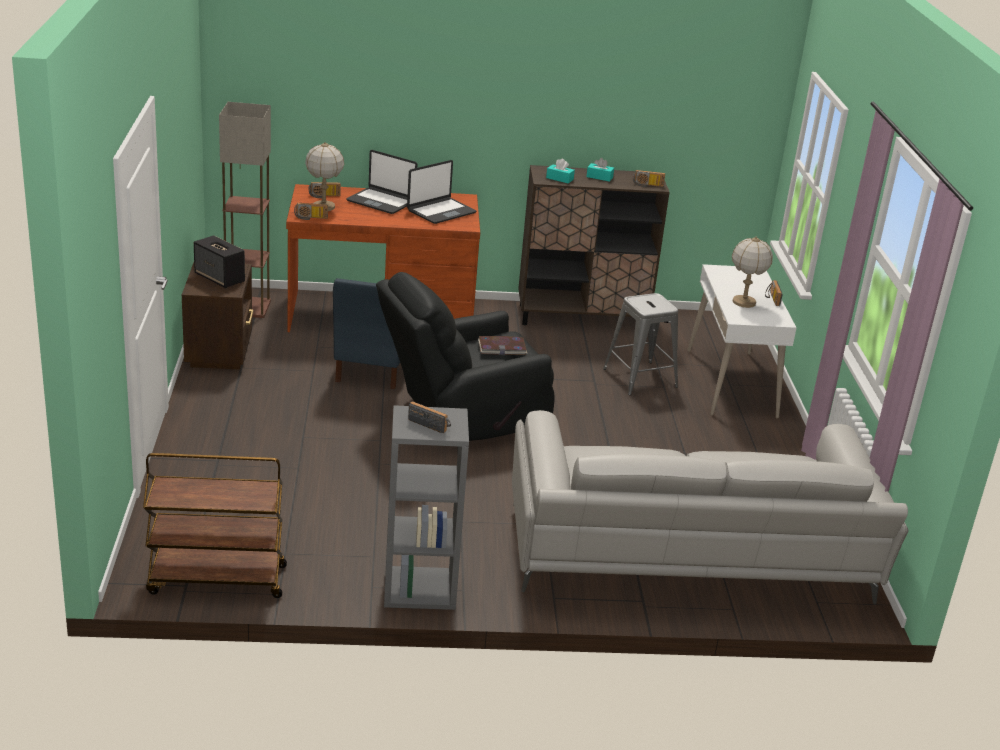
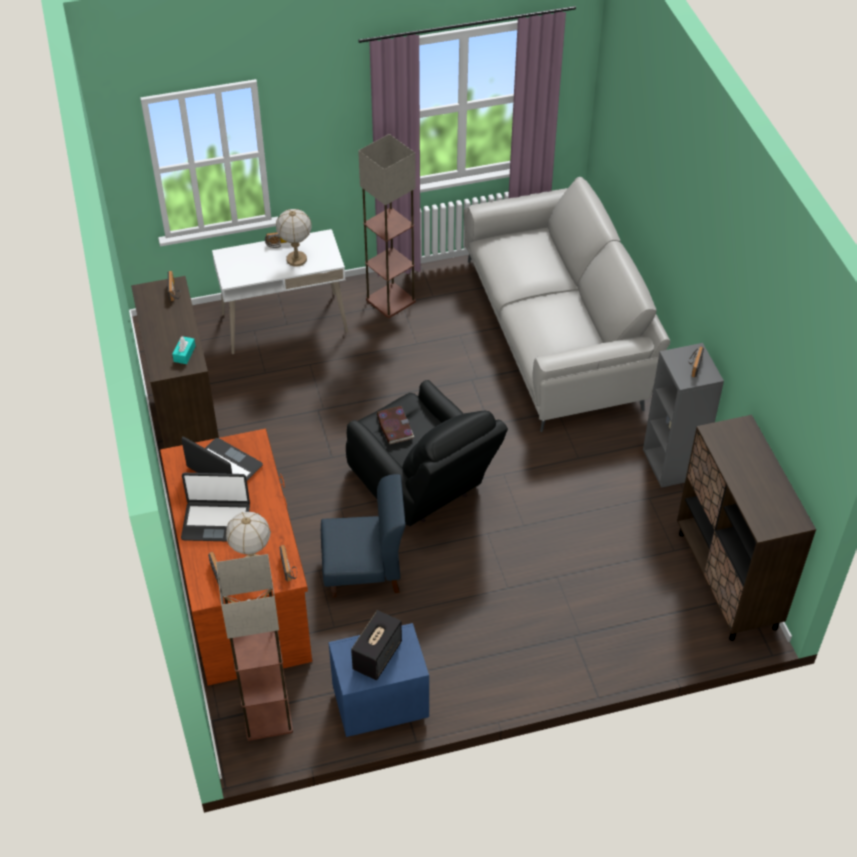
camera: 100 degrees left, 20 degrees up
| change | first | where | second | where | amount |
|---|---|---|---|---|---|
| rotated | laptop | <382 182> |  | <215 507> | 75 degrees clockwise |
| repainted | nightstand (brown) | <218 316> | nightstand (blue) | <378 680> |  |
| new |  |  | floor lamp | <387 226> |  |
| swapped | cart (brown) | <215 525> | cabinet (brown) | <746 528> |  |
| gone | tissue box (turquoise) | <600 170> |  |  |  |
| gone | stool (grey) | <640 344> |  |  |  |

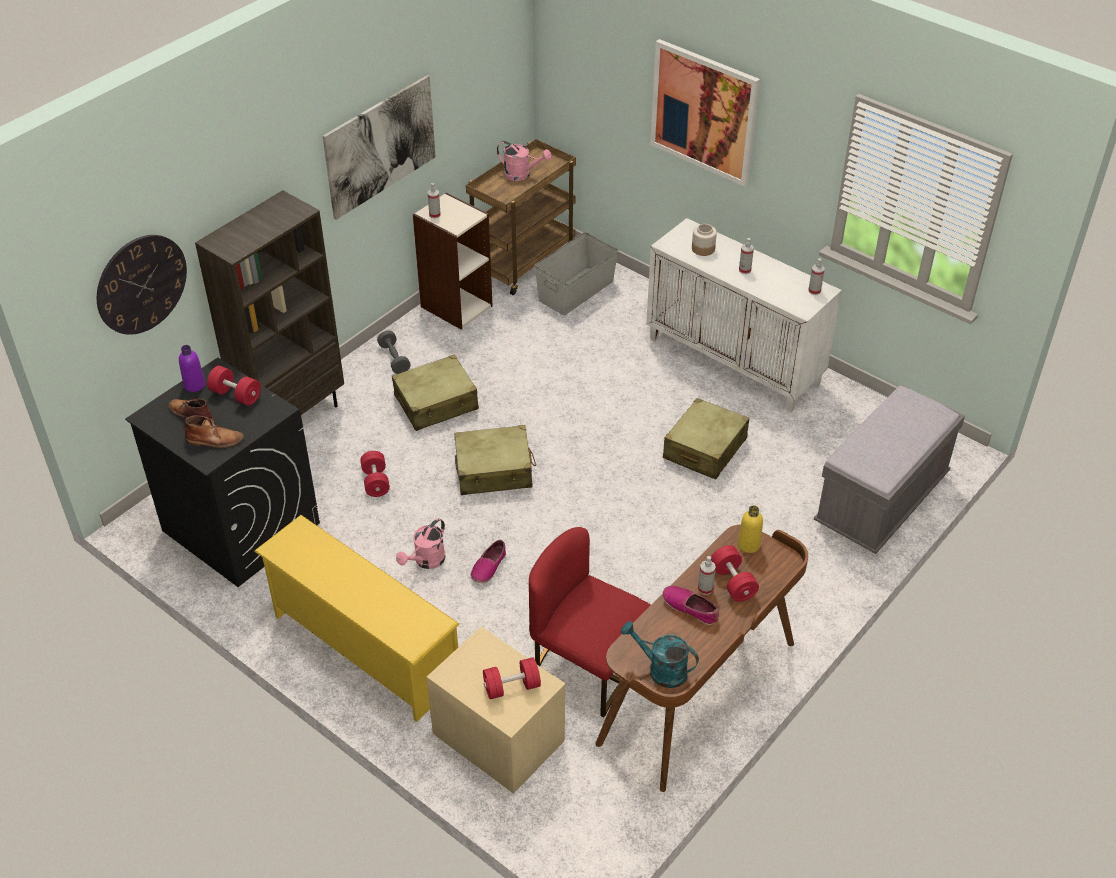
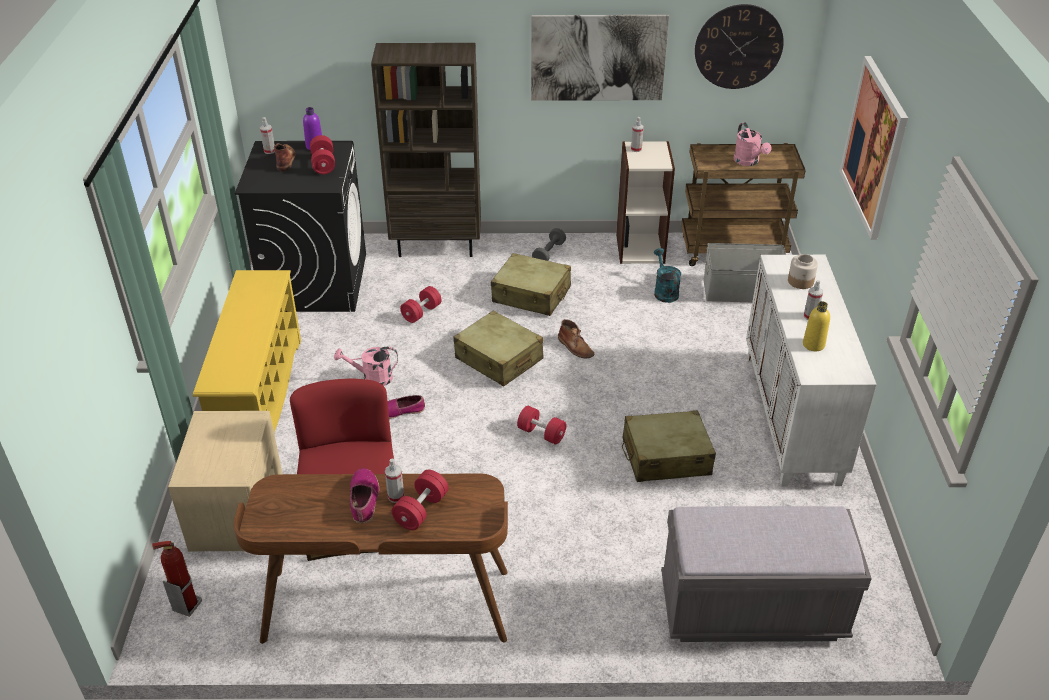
camera: 50 degrees right, 5 degrees down
| change | first | where | second | where | amount |
|---|---|---|---|---|---|
| new |  |  | fire extinguisher | <177 579> |  |
| shifted | spray bottle | <817 276> |  | <267 135> |  |
| shifted | dumbbell (red) | <512 678> |  | <542 425> |  |
| shifted | boot (brown) | <214 431> |  | <576 338> |  |
| shifted | watering can (turquoise) | <660 654> |  | <667 275> |  |
| shifted | wall clock | <142 285> |  | <739 46> |  |
| shifted | bottle (yellow) | <750 529> |  | <816 326> |  |

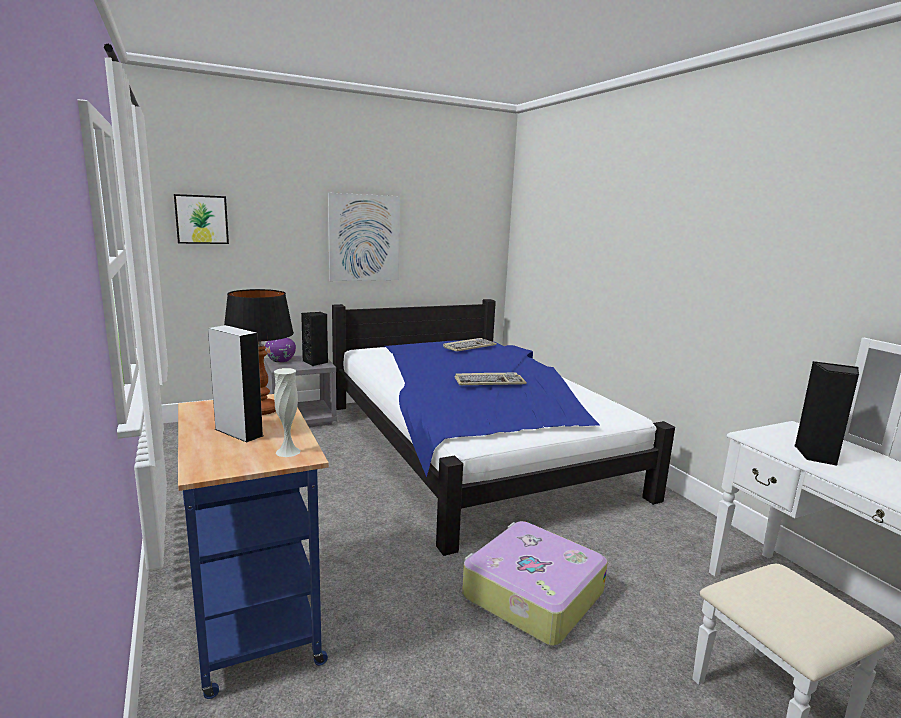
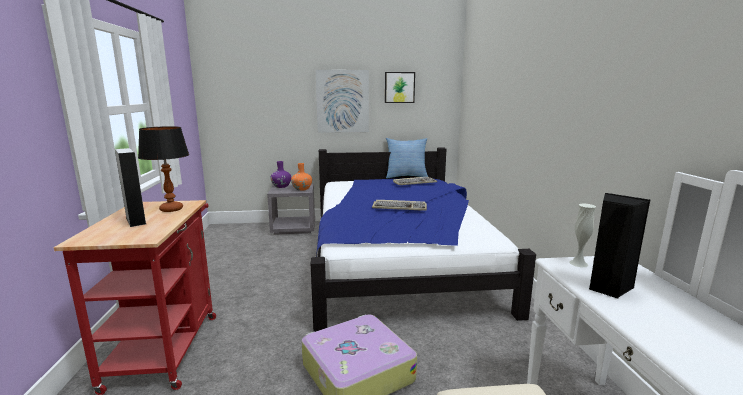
camera: 20 degrees right, 0 degrees up
| change | first | where | second | where | amount |
|---|---|---|---|---|---|
| repainted | cart (blue) | <253 546> | cart (red) | <134 297> |  |
| swapped | speaker (black) | <314 339> | vase (orange) | <301 177> |  |
| shifted | picture | <201 219> |  | <400 87> |  |
| new |  |  | pillow | <407 158> |  |
| shifted | vase (white) | <287 412> |  | <582 235> |  |

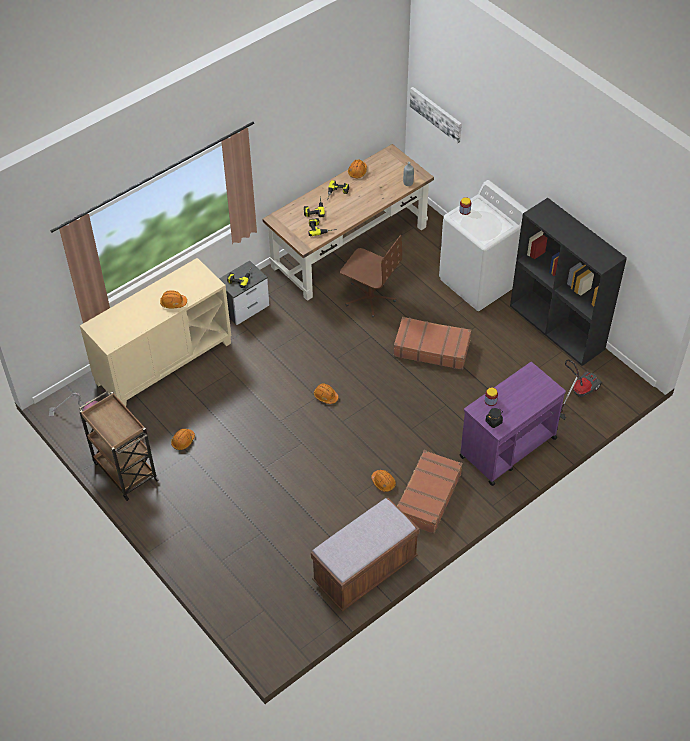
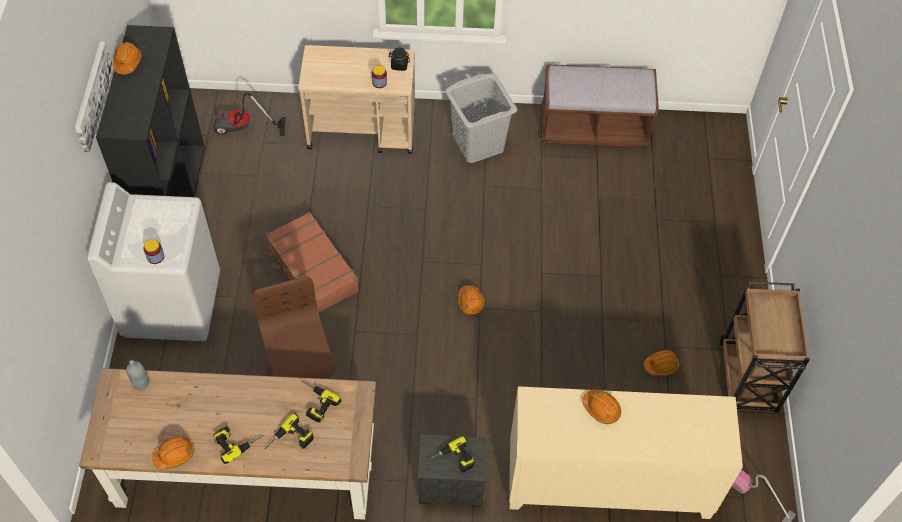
camera: 140 degrees left, 5 degrees up
| change | first | where | second | where | amount |
|---|---|---|---|---|---|
| shifted | picture | <436 115> |  | <94 97> |  |
| shifted | hard hat (orange) | <383 481> |  | <127 58> |  |
| repainted | cart (purple) | <513 424> | cart (beige) | <356 99> |  |
| swapped | suitcase (brown) | <430 492> | laundry basket (grey) | <481 118> |  |

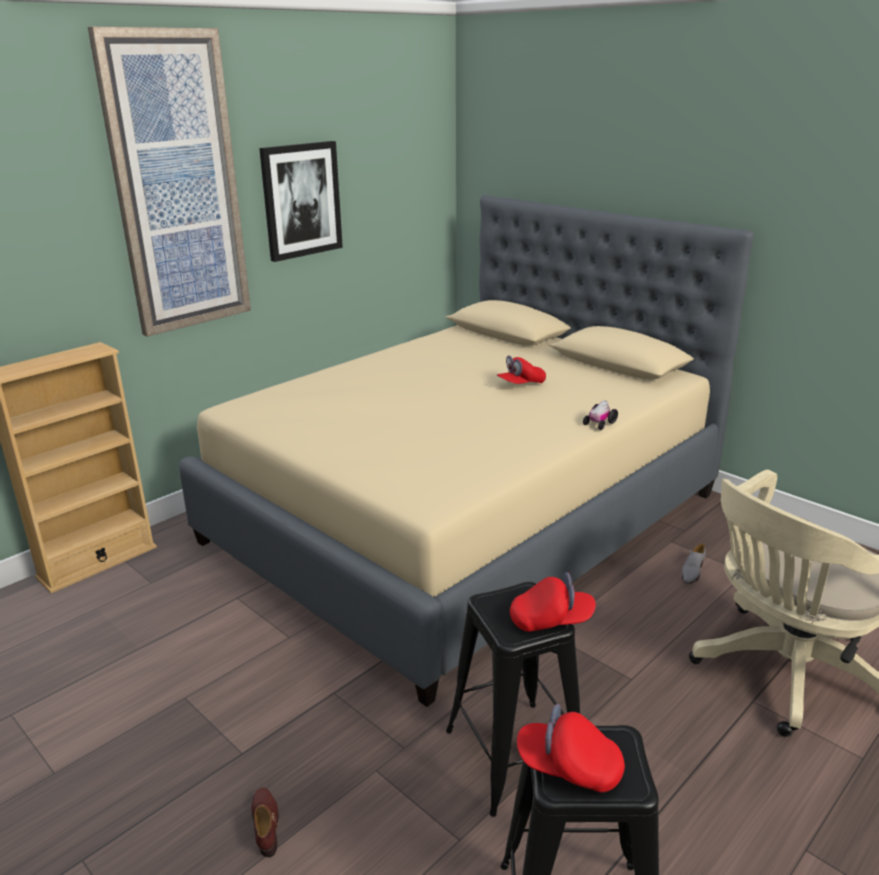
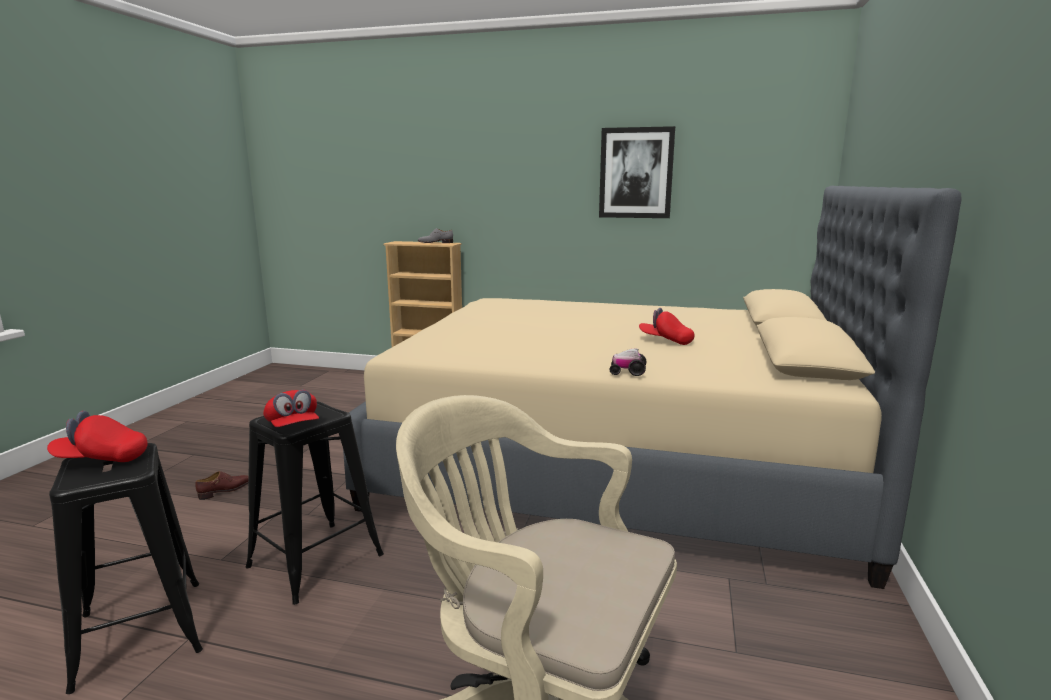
camera: 60 degrees right, 10 degrees down
| change | first | where | second | where | amount |
|---|---|---|---|---|---|
| rotated | cap (red) | <571 748> |  | <97 436> | 90 degrees counterclockwise |
| shifted | shoe (grey) | <693 563> |  | <435 235> |  |
| gone | picture | <169 181> |  |  |  |

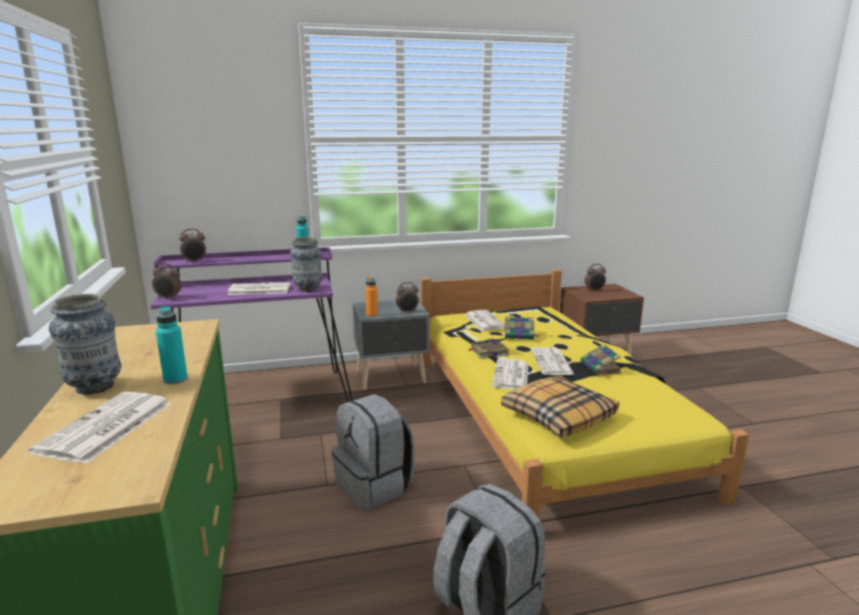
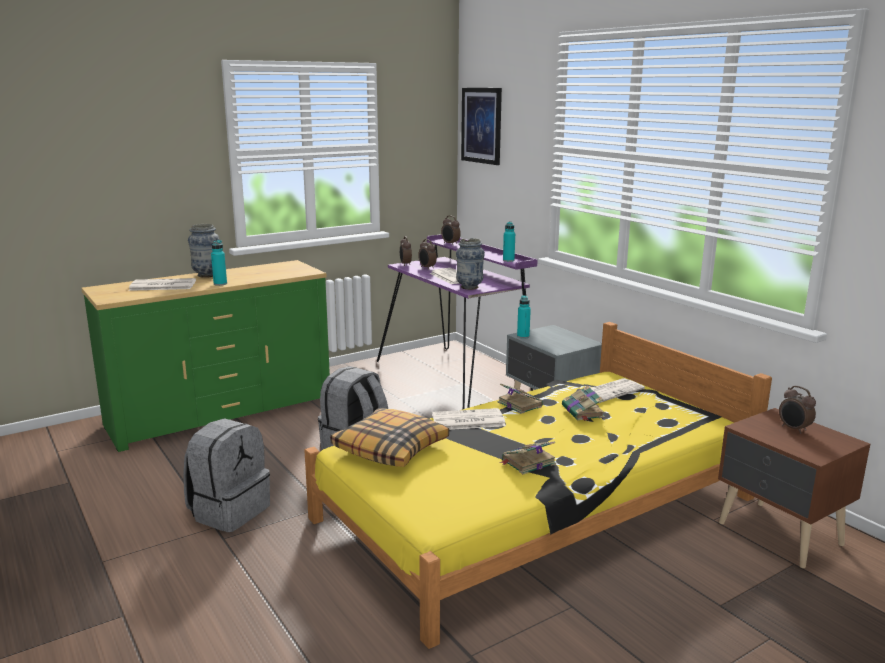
camera: 70 degrees right, 0 degrees up
| change | first | where | second | where | amount |
|---|---|---|---|---|---|
| shifted | alarm clock | <407 298> |  | <427 254> |  |
| new |  |  | picture | <481 126> |  |
| repainted | bottle (orange) | <371 297> | bottle (turquoise) | <524 317> |  |
| gone | newspaper | <552 361> |  |  |  |

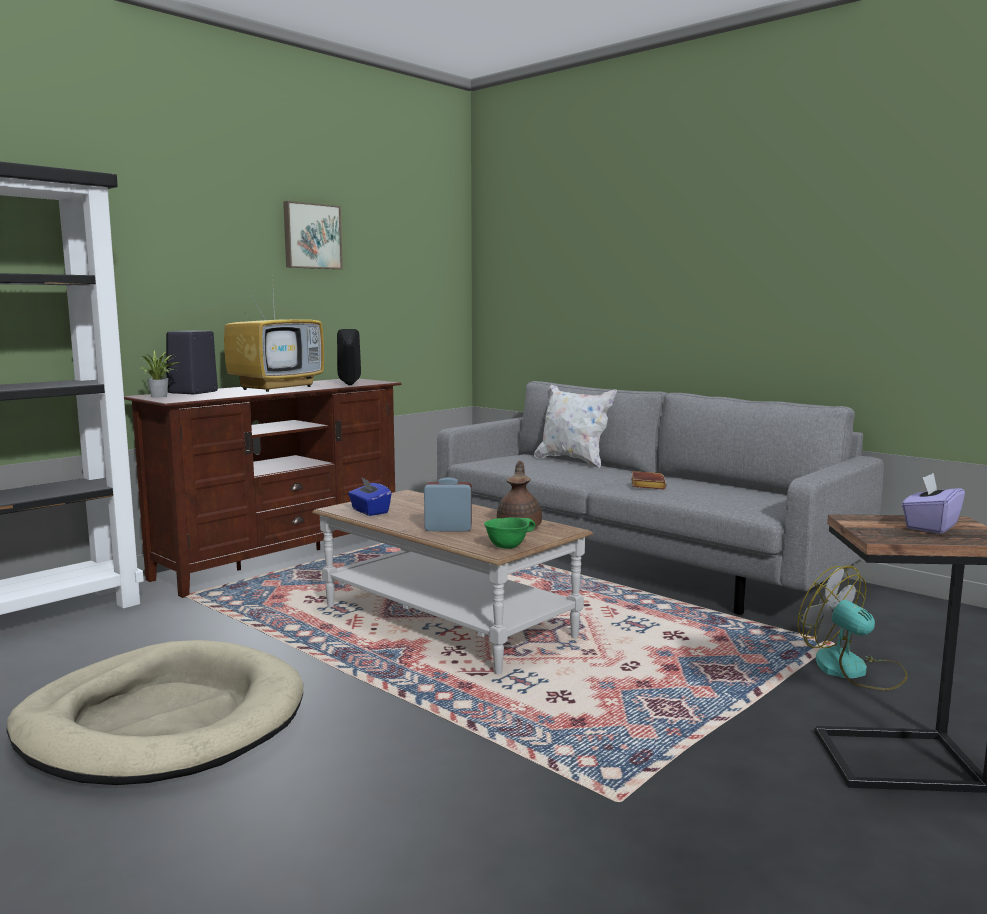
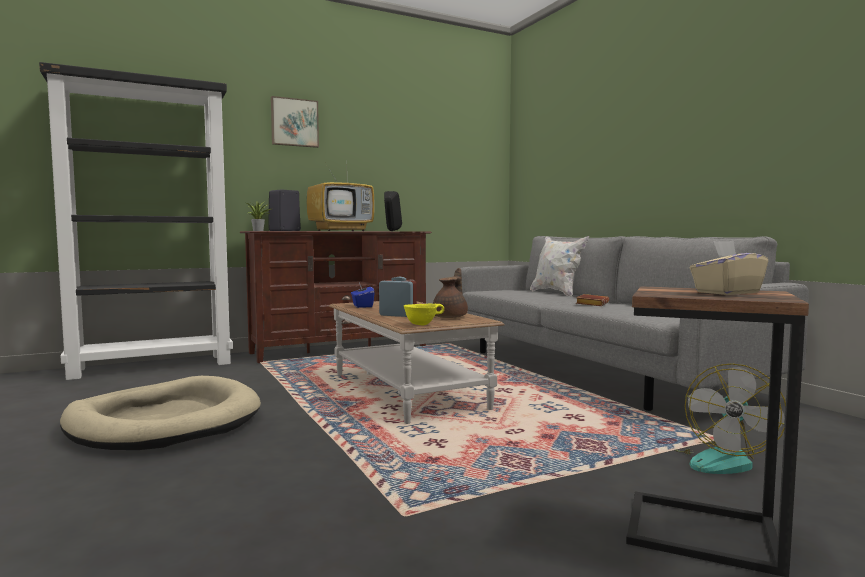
camera: 20 degrees right, 5 degrees down
| change | first | where | second | where | amount |
|---|---|---|---|---|---|
| shifted | picture | <313 235> |  | <295 122> |  |
| repainted | bowl (green) | <509 533> | bowl (yellow) | <424 314> |  |
| rotated | fan | <852 628> |  | <730 418> | 135 degrees counterclockwise |
| repainted | tissue box (purple) | <933 503> | tissue box (beige) | <729 268> |  |

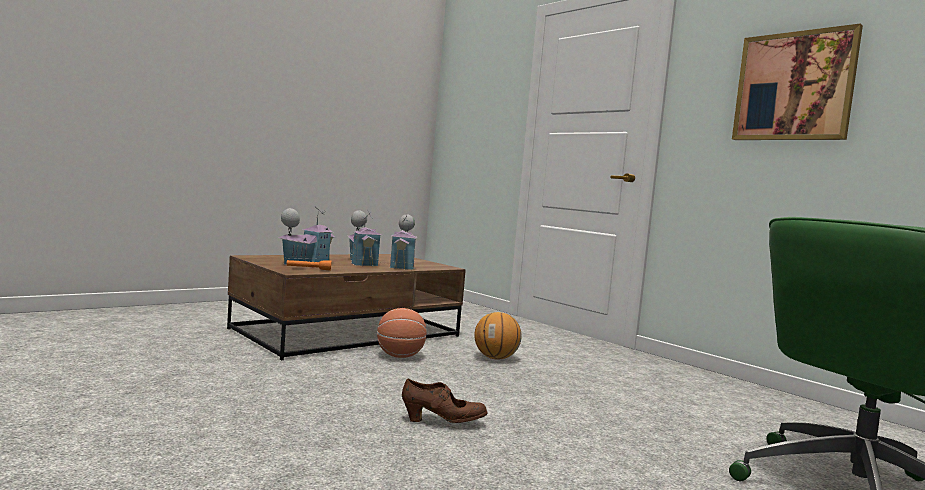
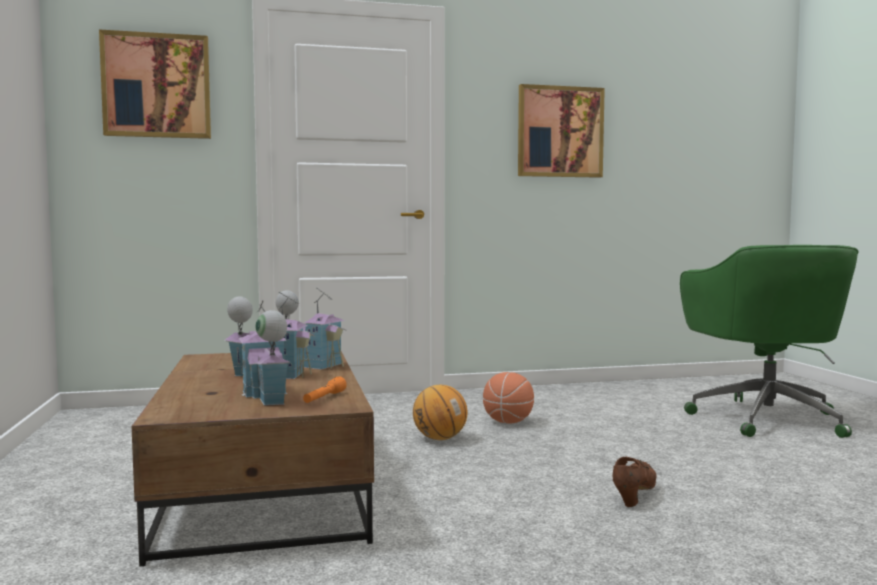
camera: 60 degrees left, 0 degrees up
| change | first | where | second | where | amount |
|---|---|---|---|---|---|
| new |  |  | picture | <155 84> |  |
| shifted | basketball | <402 333> |  | <508 398> |  |

